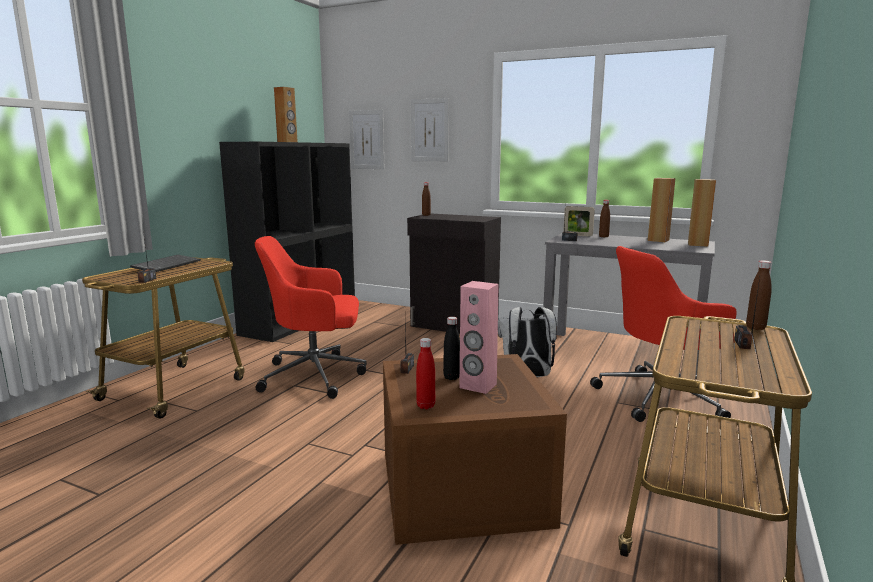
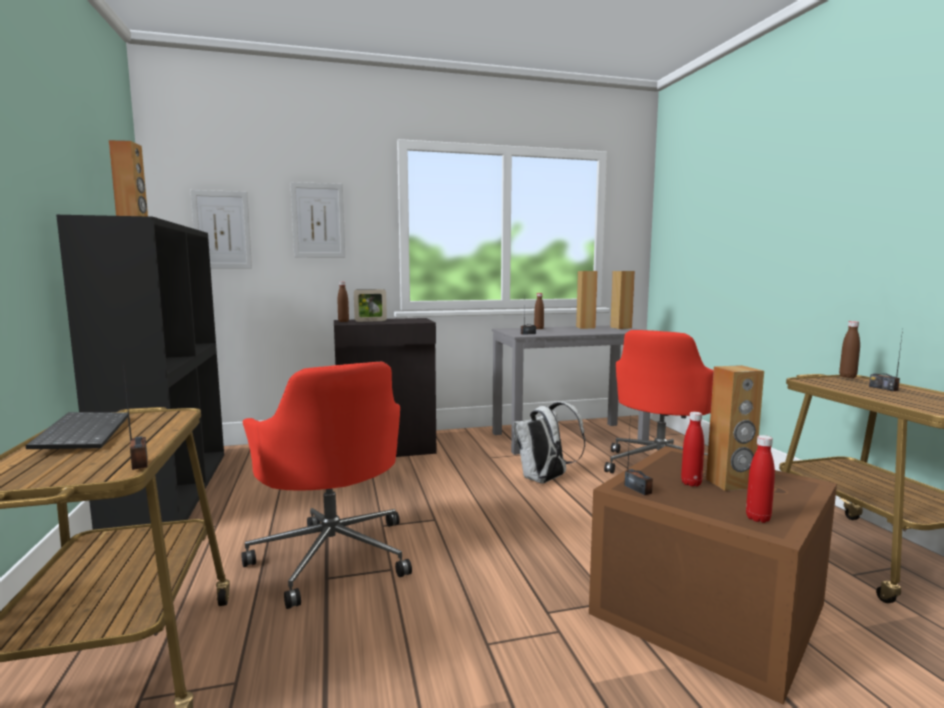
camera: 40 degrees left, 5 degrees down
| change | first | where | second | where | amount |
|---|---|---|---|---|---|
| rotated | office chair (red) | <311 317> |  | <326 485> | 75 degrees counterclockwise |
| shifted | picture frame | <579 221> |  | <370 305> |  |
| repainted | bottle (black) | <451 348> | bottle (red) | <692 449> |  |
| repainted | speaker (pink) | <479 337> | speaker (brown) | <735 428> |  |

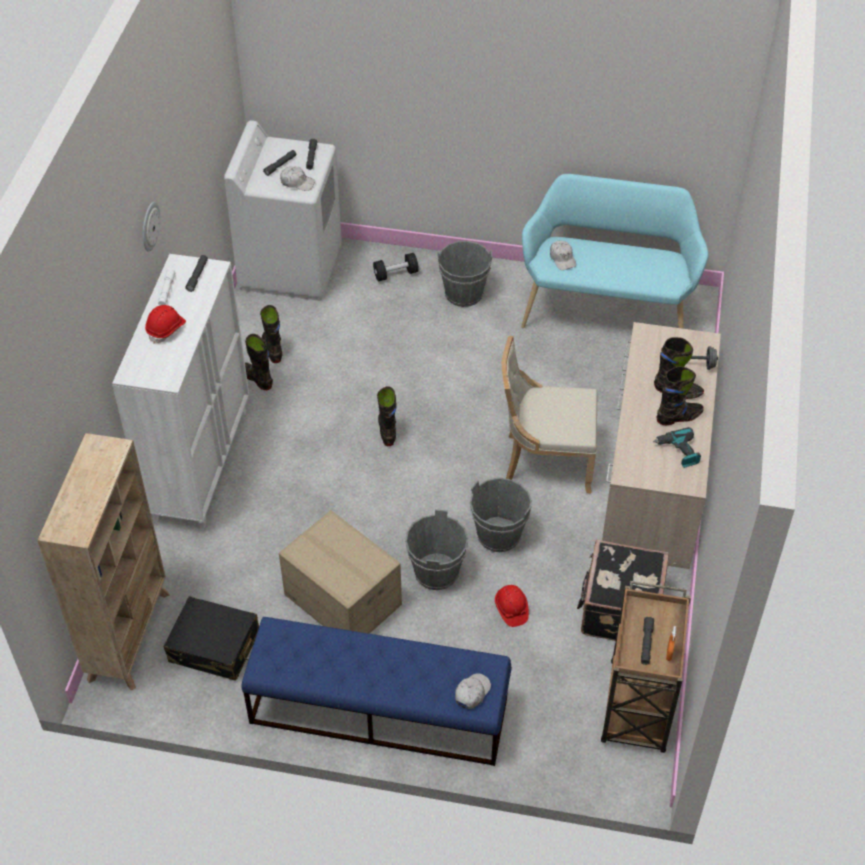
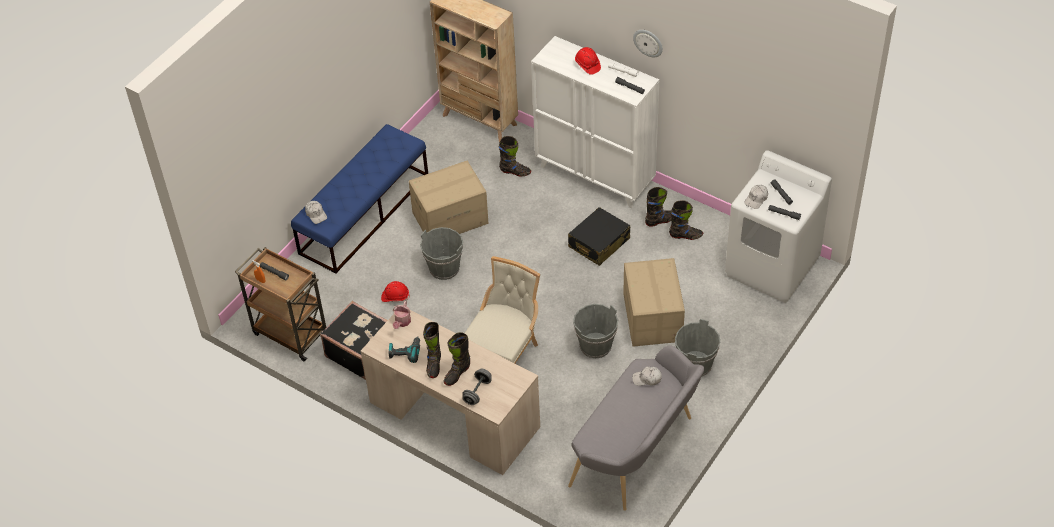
camera: 115 degrees right, 0 degrees up
| change | first | where | second | where | amount |
|---|---|---|---|---|---|
| new |  |  | watering can | <402 315> |  |
| shifted | boot (black) | <387 416> |  | <515 156> |  |
| shifted | suitcase (black) | <211 638> |  | <599 236> |  |
| repainted | bench (turquoise) | <614 251> | bench (grey) | <636 428> |  |
| shifted | bucket (grey) | <501 515> |  | <595 331> |  |
| new |  |  | cardboard box | <654 302> |  |
| gone | dumbbell (black) | <396 267> |  |  |  |

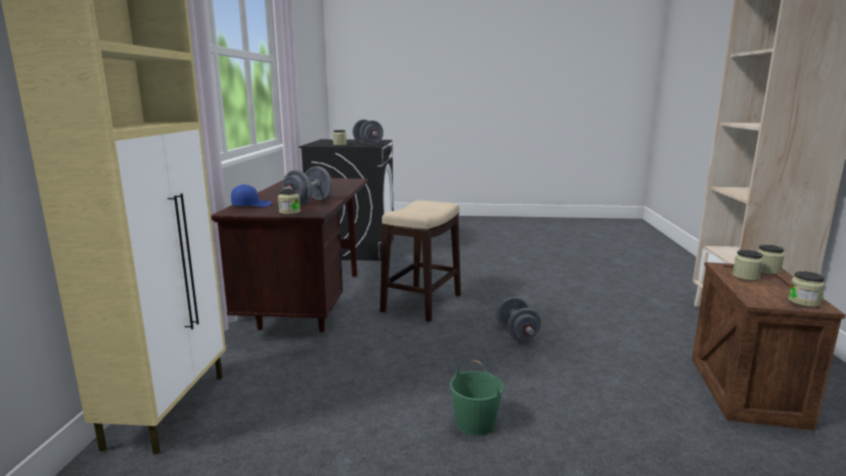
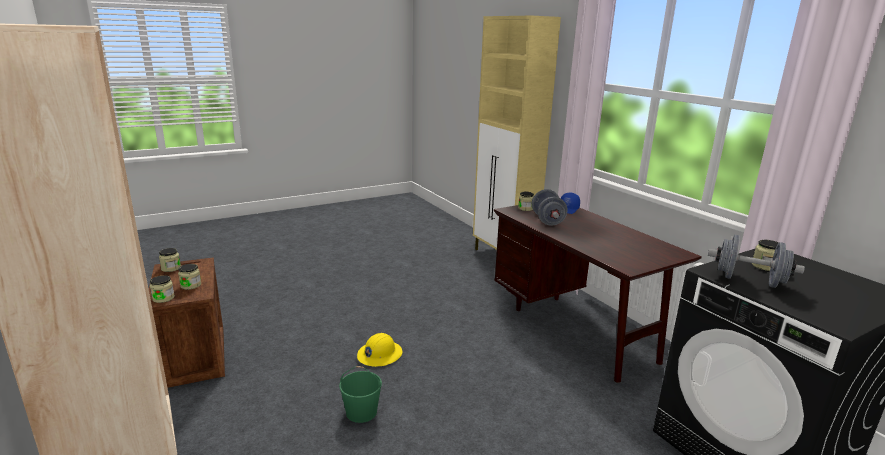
camera: 145 degrees right, 5 degrees up
| change | first | where | second | where | amount |
|---|---|---|---|---|---|
| shifted | bucket (green) | <477 398> |  | <360 394> |  |
| swapped | dumbbell (grey) | <518 319> | hard hat (yellow) | <379 350> |  |
| gone | stool | <420 261> |  |  |  |

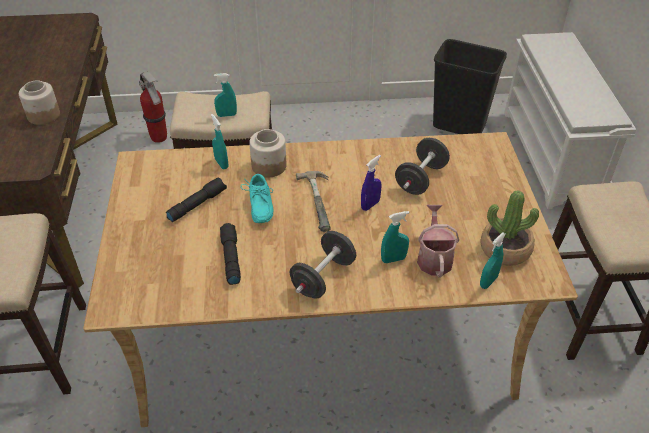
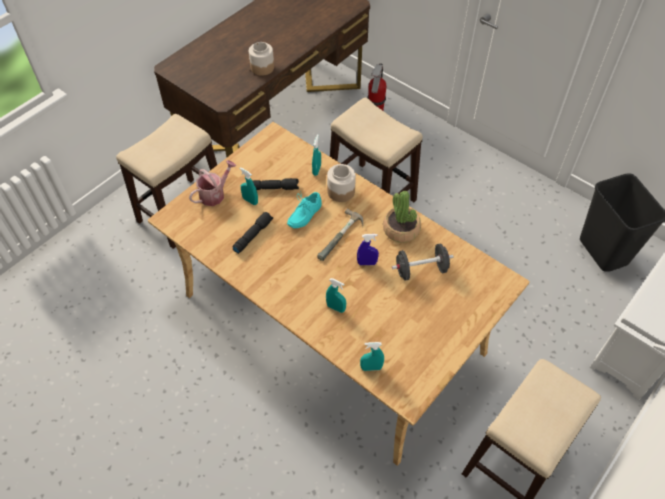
camera: 45 degrees right, 10 degrees up
| change | first | where | second | where | amount |
|---|---|---|---|---|---|
| shifted | watering can | <438 241> |  | <213 183> |  |
| shifted | spray bottle (turquoise) | <225 95> |  | <249 186> |  |
| shifted | potted plant | <509 228> |  | <402 217> |  |
| gone | dumbbell (black) | <323 264> |  |  |  |

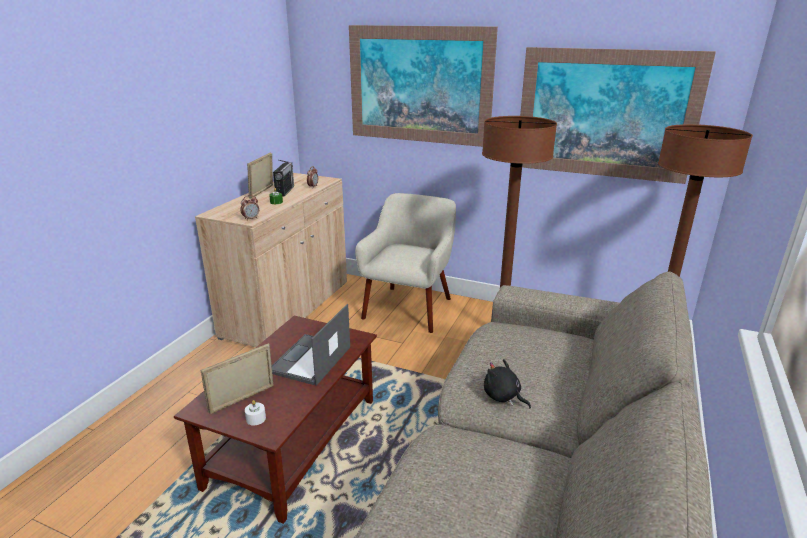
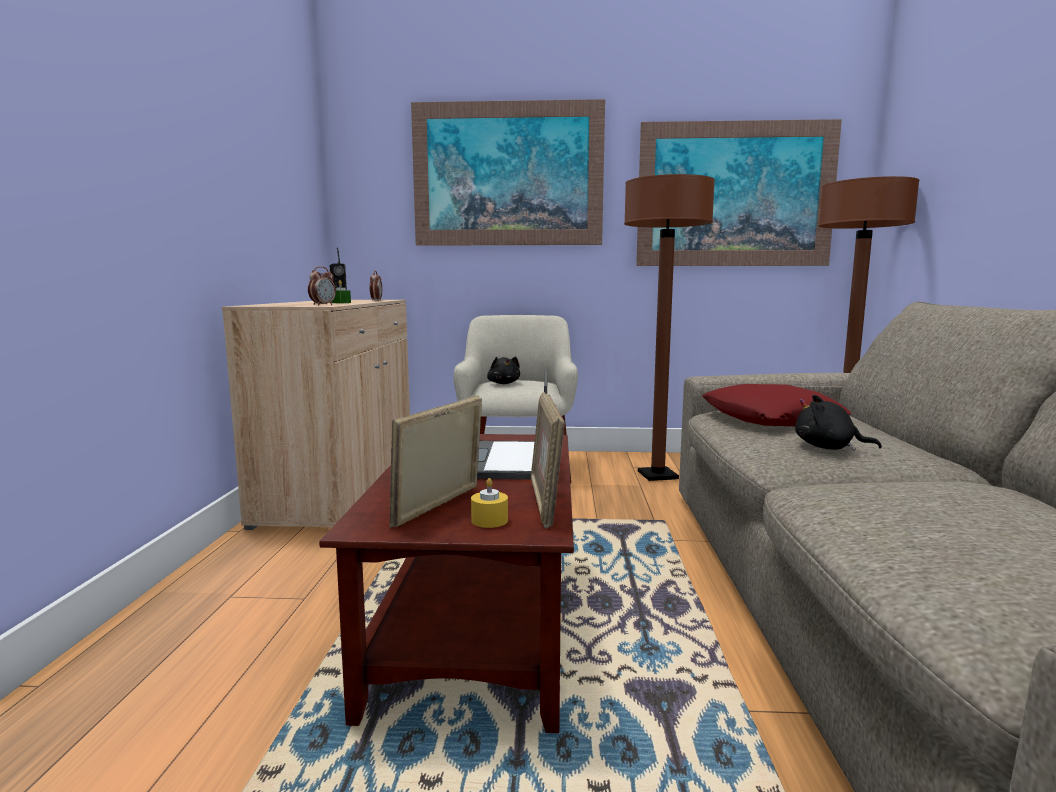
camera: 20 degrees left, 15 degrees down
| change | first | where | second | where | amount |
|---|---|---|---|---|---|
| repainted | candle (white) | <255 413> | candle (yellow) | <489 503> |  |
| new |  |  | plush toy (black) | <503 370> |  |
| shifted | picture frame | <260 175> |  | <548 460> |  |
| new |  |  | pillow (red) | <777 405> |  |

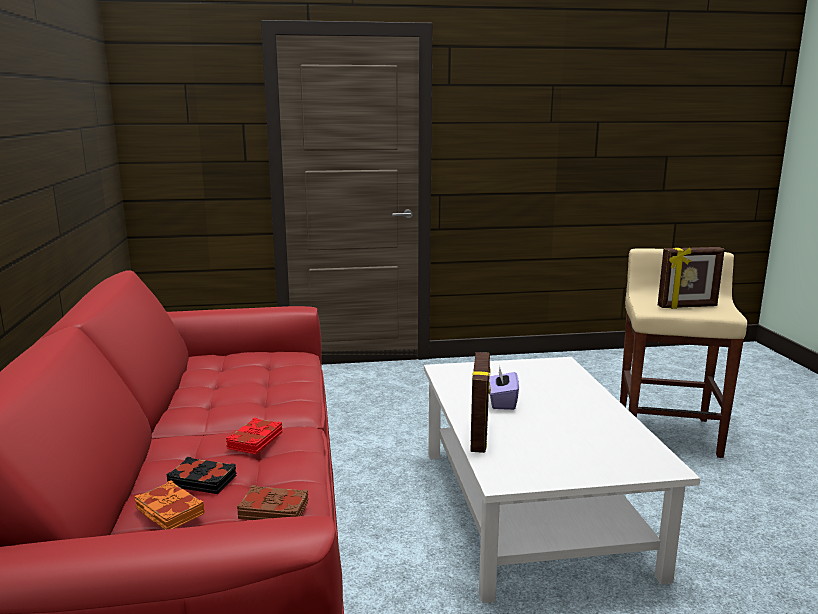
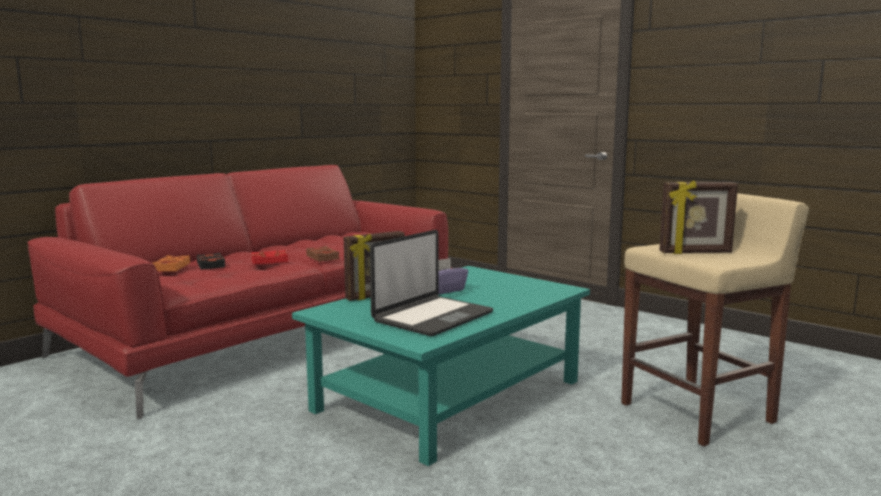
camera: 50 degrees right, 5 degrees down
| change | first | where | second | where | amount |
|---|---|---|---|---|---|
| repainted | coffee table (white) | <562 480> | coffee table (turquoise) | <441 366> |  |
| shifted | book (brown) | <272 502> |  | <322 254> |  |
| new |  |  | laptop | <431 283> |  |
| rotated | picture frame | <691 278> |  | <698 217> | 45 degrees counterclockwise |

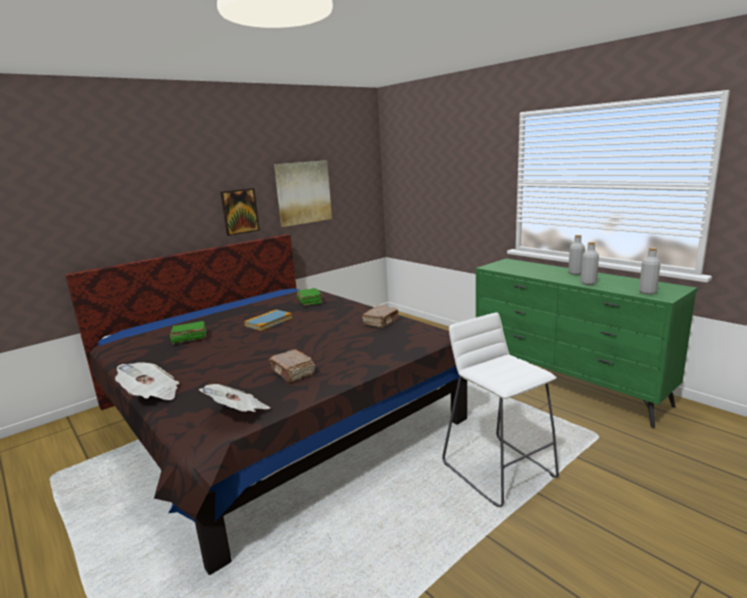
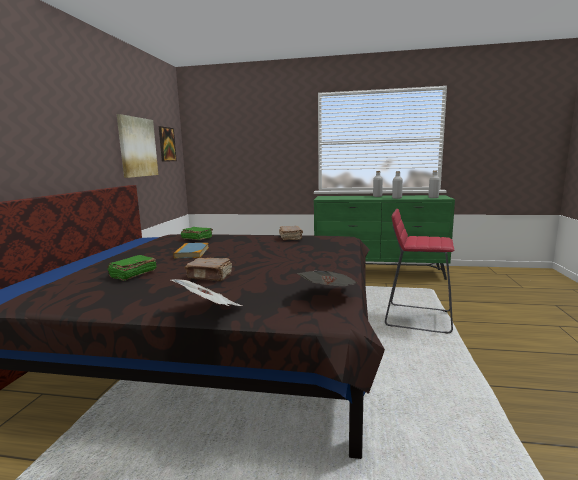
camera: 40 degrees left, 5 degrees down
| change | first | where | second | where | amount |
|---|---|---|---|---|---|
| shifted | picture | <240 212> |  | <168 144> |  |
| shifted | book (brown) | <292 366> |  | <208 269> |  |
| repainted | stool (white) | <500 409> | stool (red) | <419 271> |  |

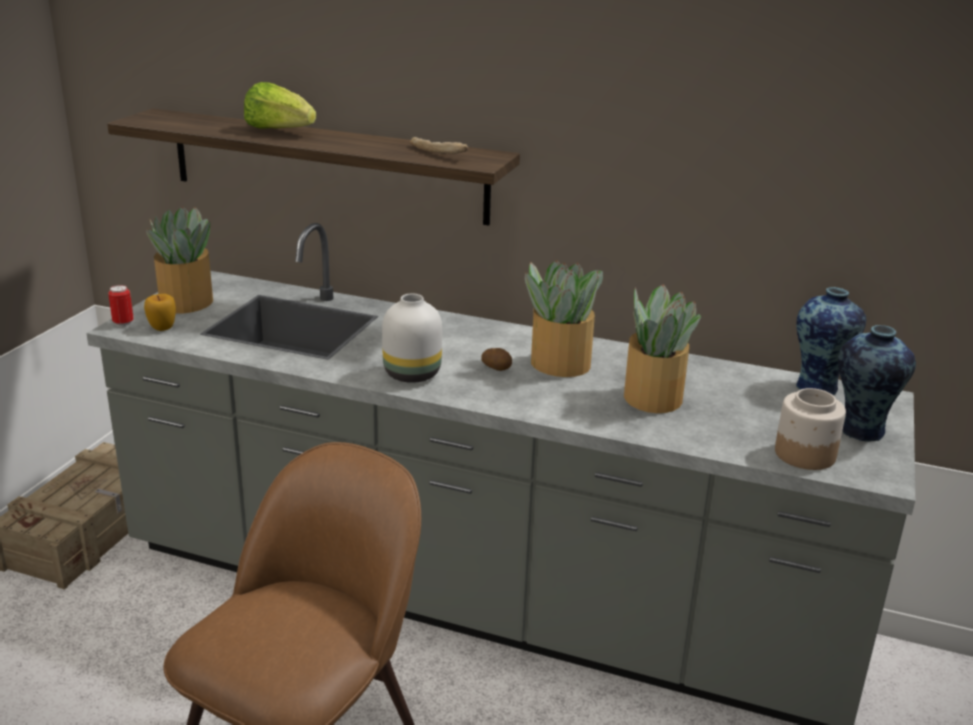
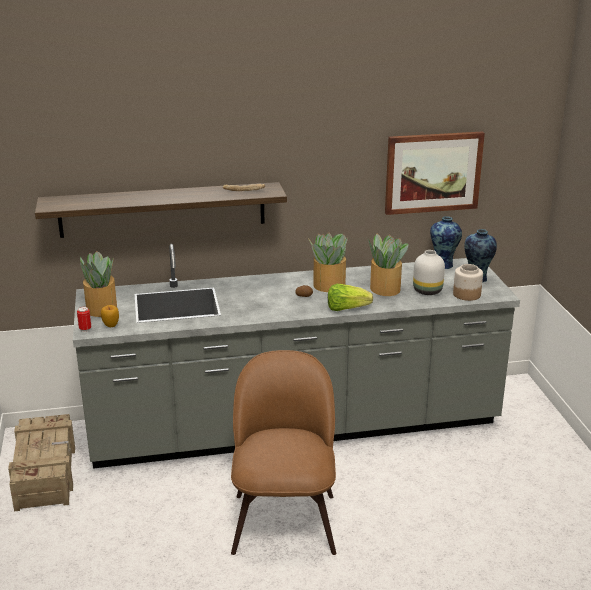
camera: 30 degrees left, 0 degrees up
| change | first | where | second | where | amount |
|---|---|---|---|---|---|
| shifted | lettuce | <280 105> |  | <350 297> |  |
| new |  |  | picture | <435 173> |  |
| shifted | vase (white) | <412 338> |  | <429 272> |  |

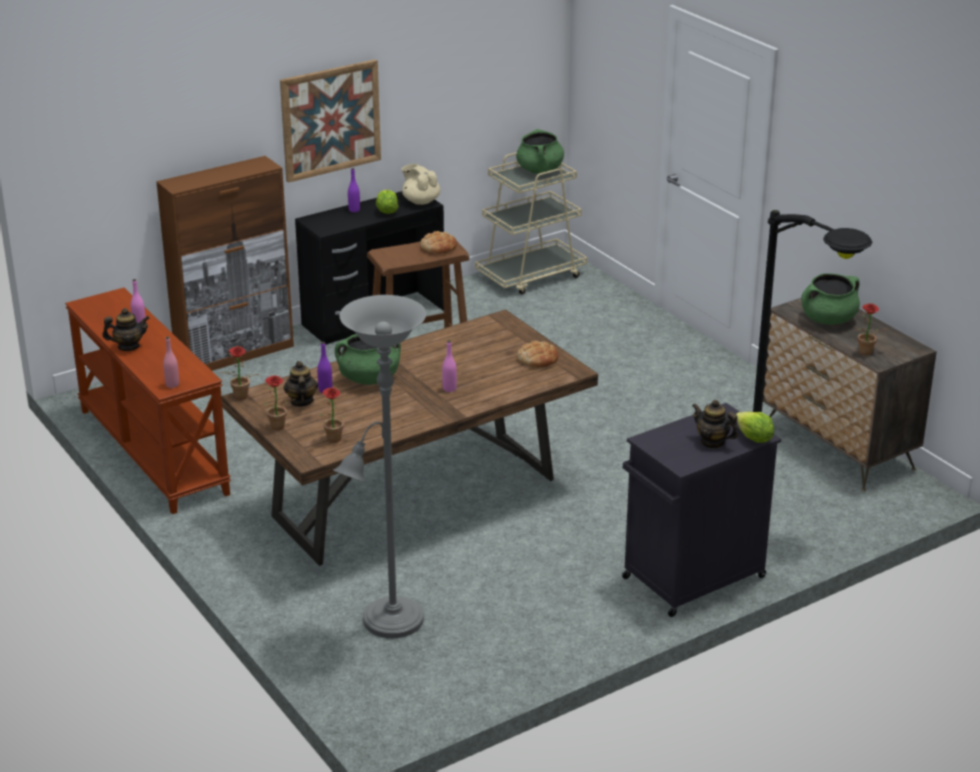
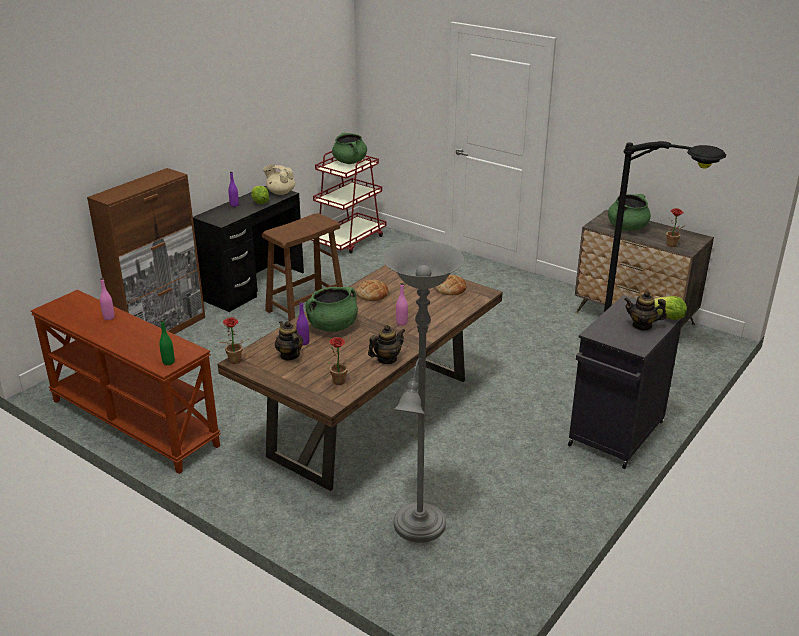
camera: 20 degrees left, 0 degrees up
| change | first | where | second | where | amount |
|---|---|---|---|---|---|
| repainted | bottle (pink) | <171 362> | bottle (green) | <167 342> |  |
| repainted | cart (beige) | <531 223> | cart (red) | <348 202> |  |
| shifted | bread | <439 242> |  | <372 290> |  |
| shifted | teapot | <126 329> |  | <387 344> |  |
| gone | potted plant | <278 402> |  |  |  |
| gone | picture | <330 121> |  |  |  |

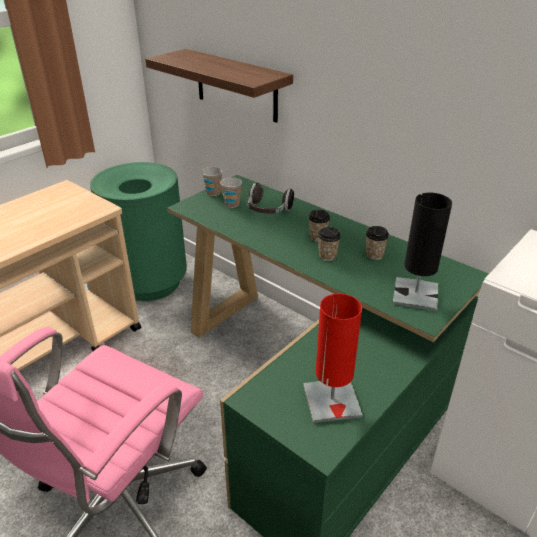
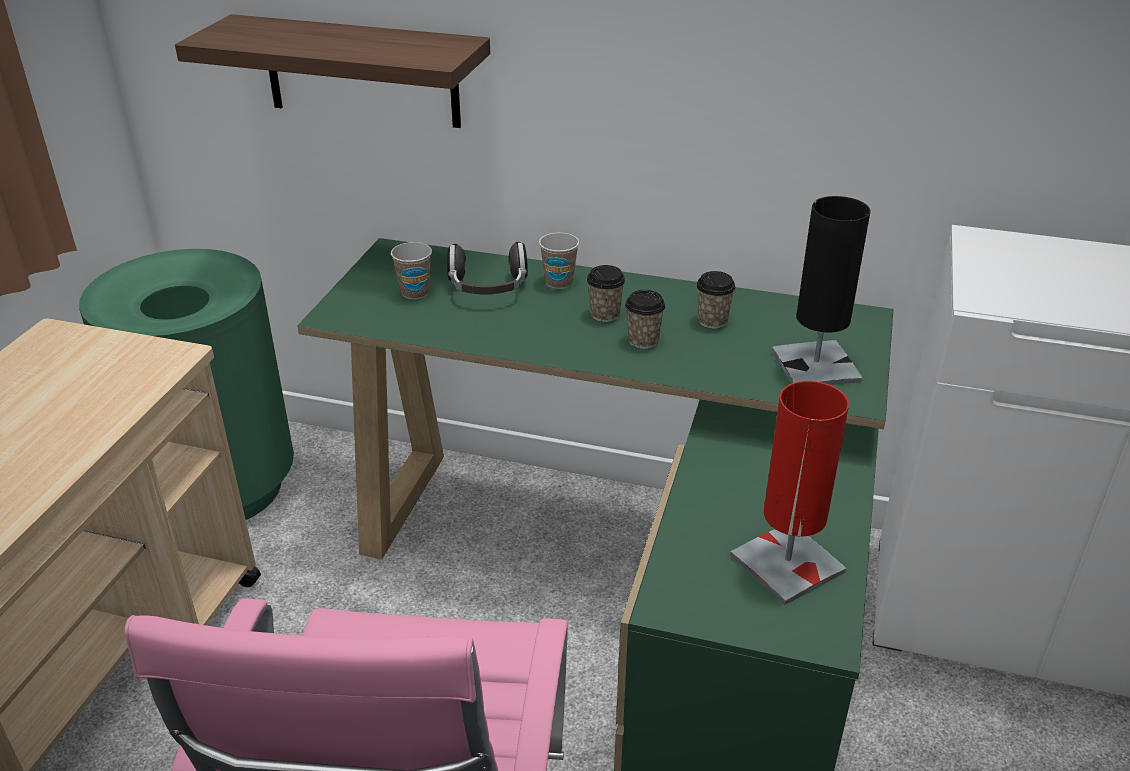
camera: 25 degrees left, 0 degrees up
| change | first | where | second | where | amount |
|---|---|---|---|---|---|
| shifted | cup | <212 181> |  | <559 261> |  |

